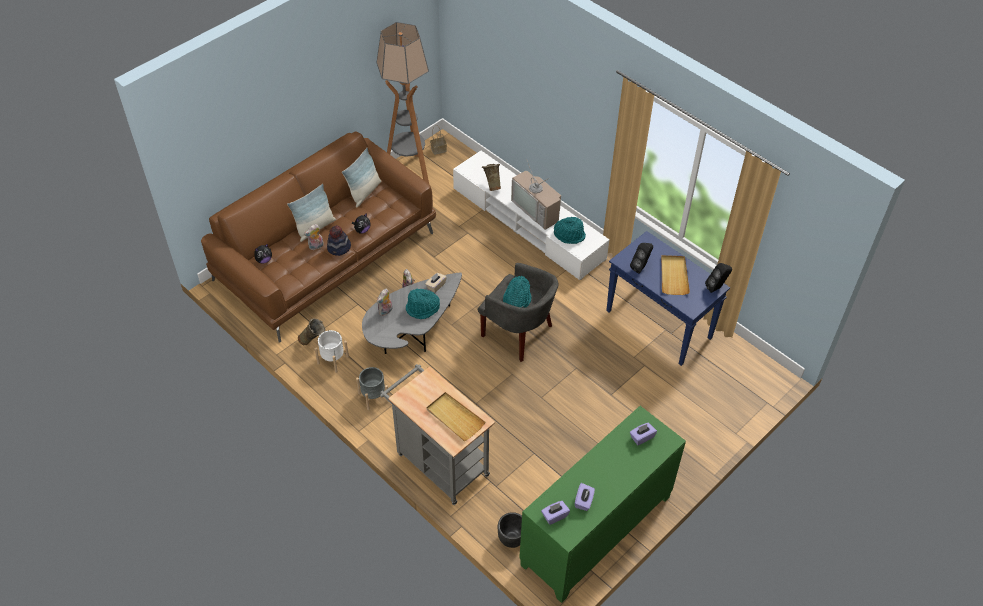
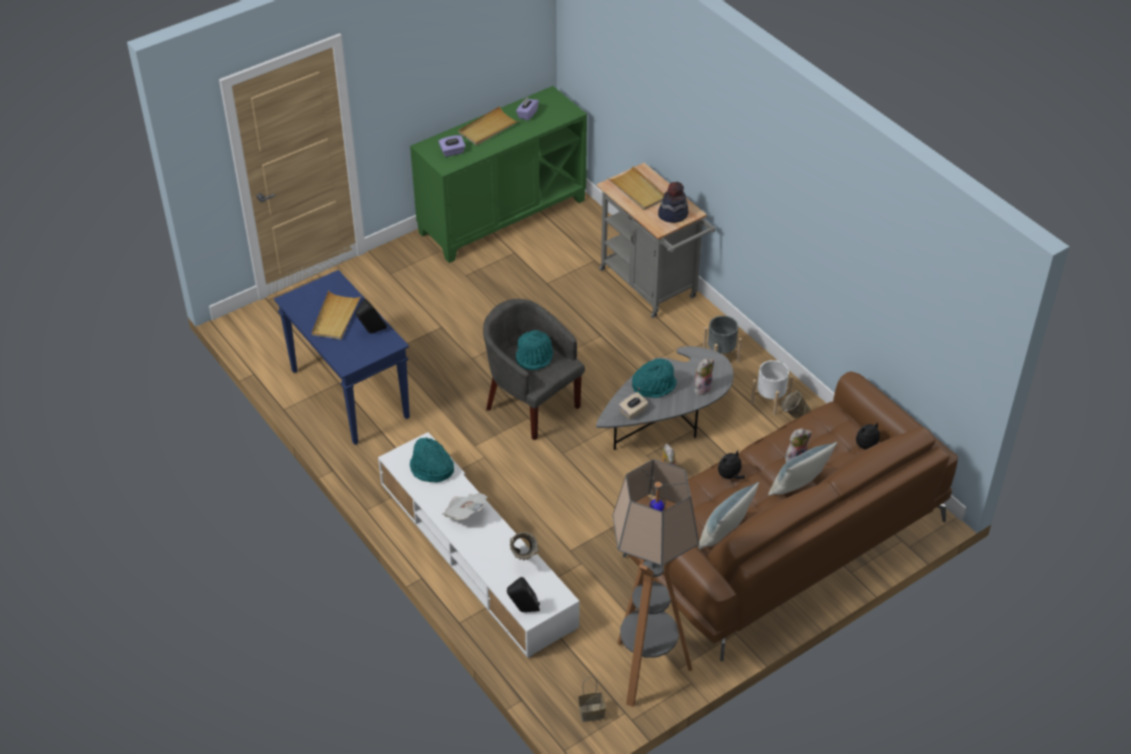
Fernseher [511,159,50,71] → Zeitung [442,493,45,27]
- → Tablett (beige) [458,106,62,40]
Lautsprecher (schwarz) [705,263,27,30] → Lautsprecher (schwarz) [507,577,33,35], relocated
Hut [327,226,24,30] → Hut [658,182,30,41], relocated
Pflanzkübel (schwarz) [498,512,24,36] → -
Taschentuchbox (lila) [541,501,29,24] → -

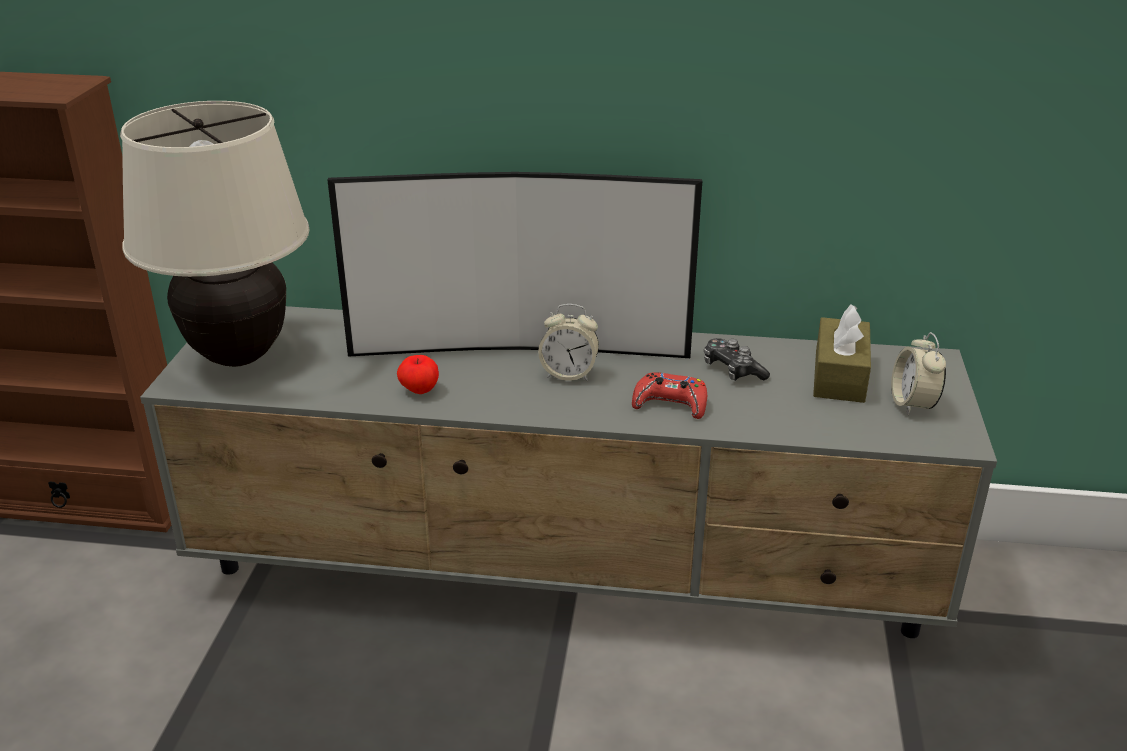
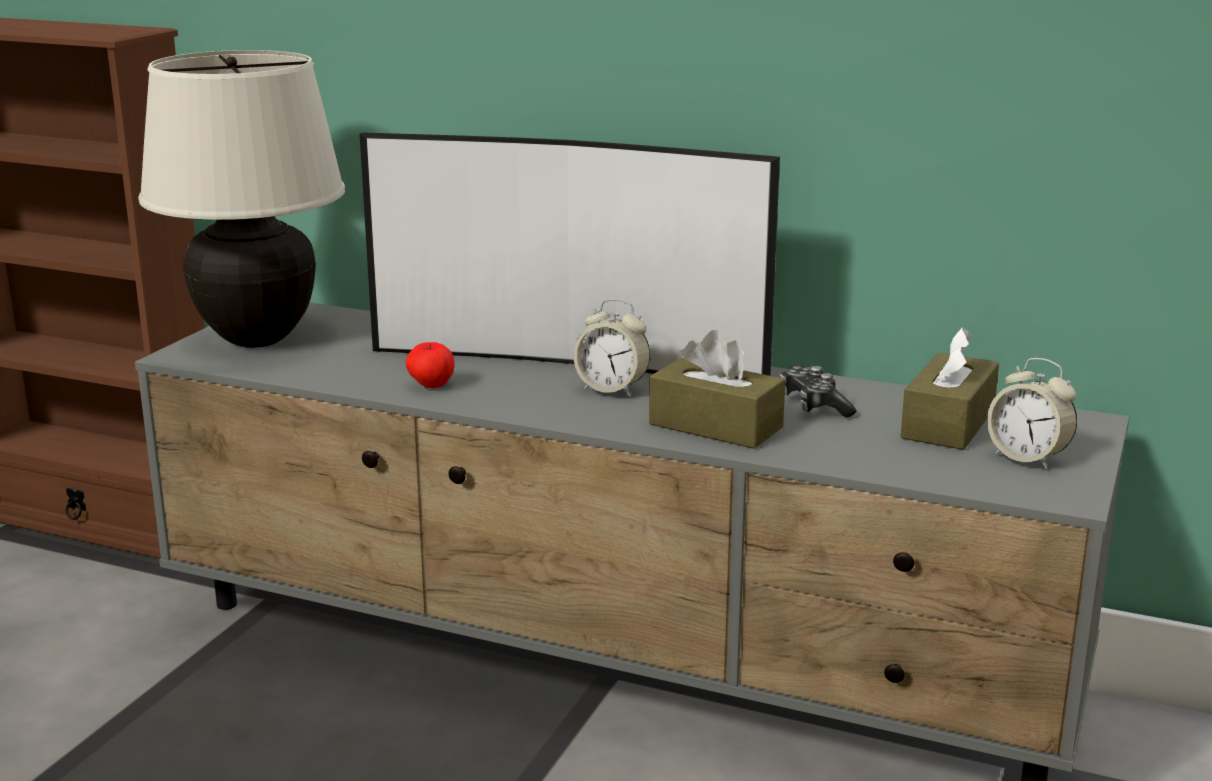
Gamepad (rot) [632,373,75,46] → Taschentuchbox (braun) [649,330,136,119]
Wecker [891,332,55,83] → Wecker [987,358,90,111], 60 degrees counterclockwise

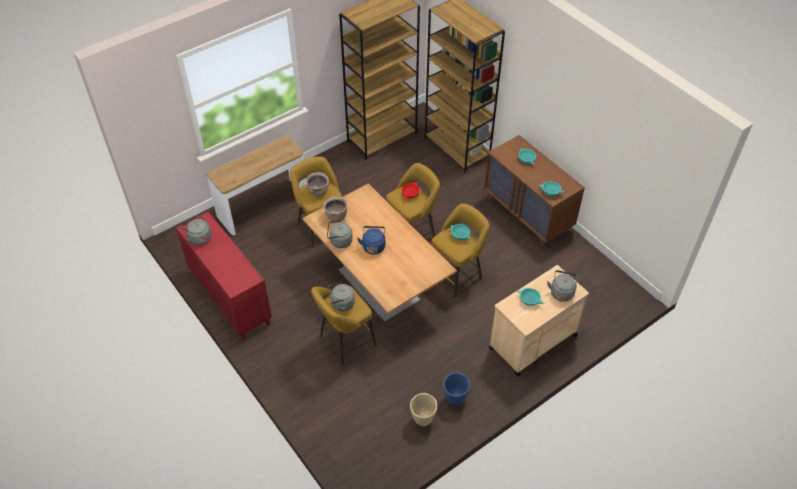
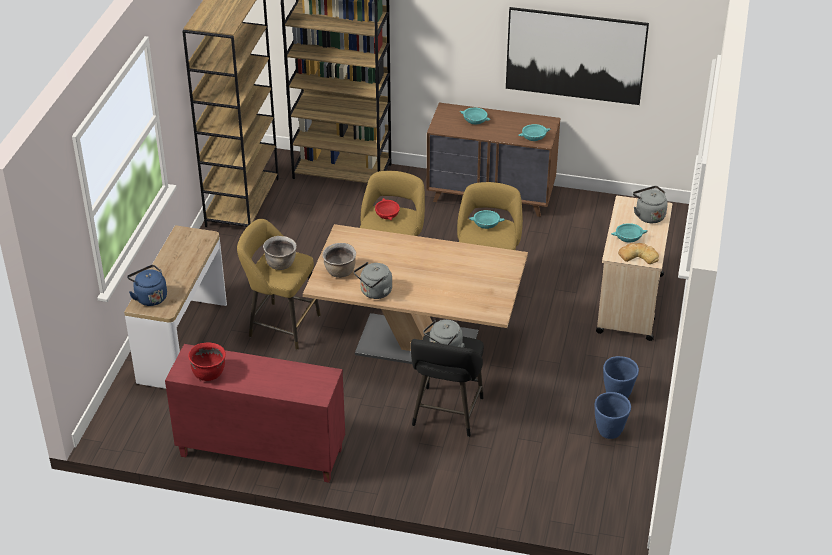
Wasserkessel (blau) [357,226,28,29] → Wasserkessel (blau) [127,265,40,41], relocated
Wasserkessel (grau) [181,215,30,30] → Kochtopf (rot) [188,342,38,39]
Hocker (gelb) [311,286,65,79] → Hocker (schwarz) [410,332,74,105]
- → Bild [506,7,143,98]
Pflanzkübel (beige) [410,393,27,33] → Pflanzkübel (blau) [594,392,37,47]
- → Brot [618,243,41,21]

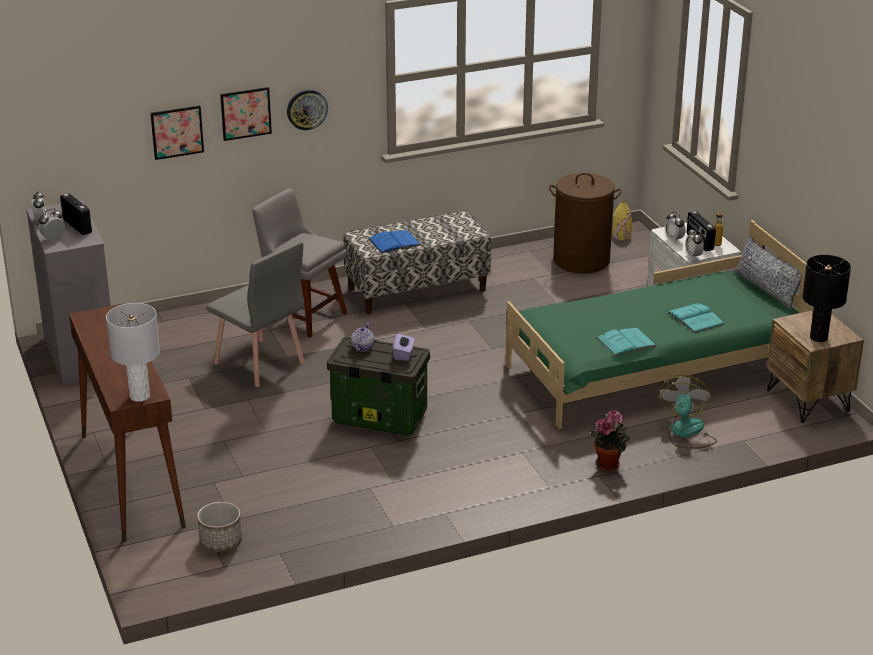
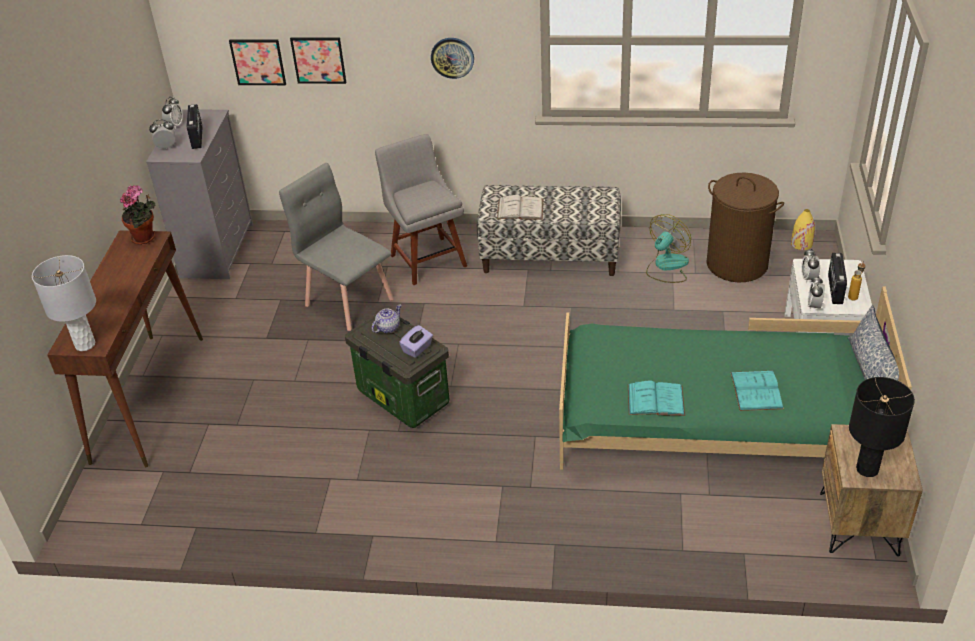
Topfpflanze [591,410,39,61] → Topfpflanze [120,185,35,60], relocated
Bild [220,87,52,54] → Bild [229,39,57,46], relocated
Stuhl (grau) [206,241,98,146] → Stuhl (grau) [279,163,115,168], 150 degrees clockwise
Buch (blau) [368,230,54,23] → Buch (weiß) [497,195,46,24]
Ventilator [659,375,58,74] → Ventilator [646,214,45,69], relocated
Pflanzkübel [197,502,45,50] → -

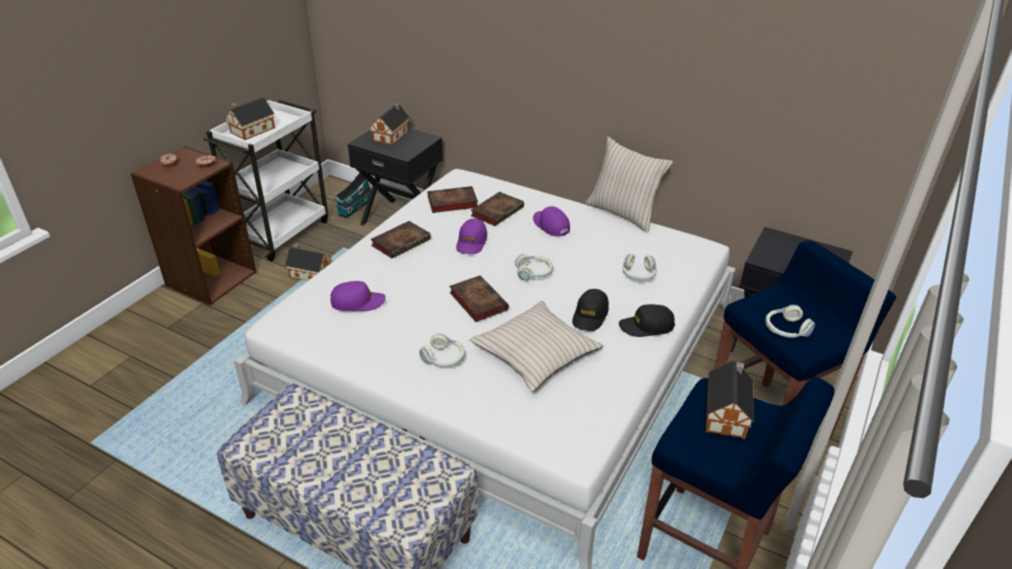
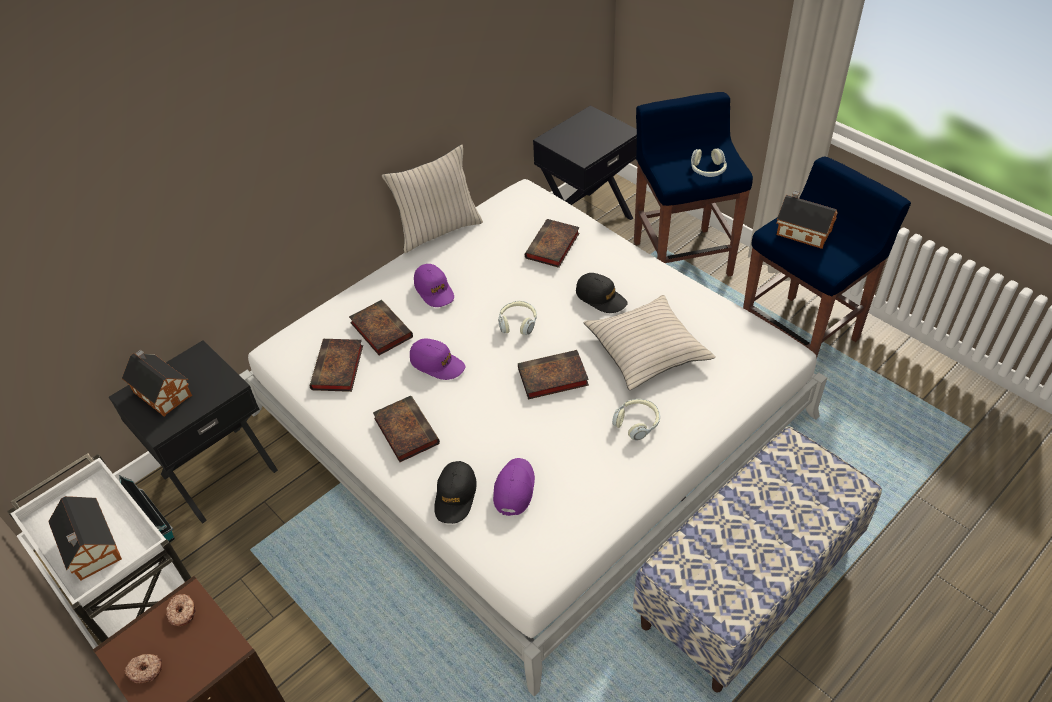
Kappe (lila) [533,206,37,31] → Kappe (lila) [414,264,40,43], 105 degrees counterclockwise
Kappe (schwarz) [619,304,56,33] → Kappe (schwarz) [434,461,43,63], relocated
Kopfhörer [623,254,34,27] → Buch [525,219,55,49]
Spielzeughaus [285,243,47,38] → -

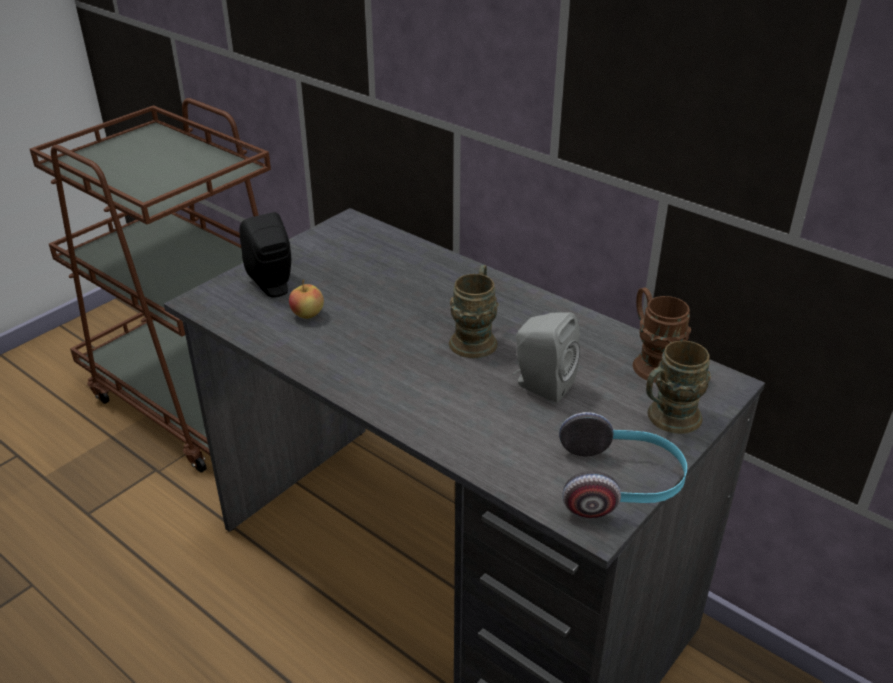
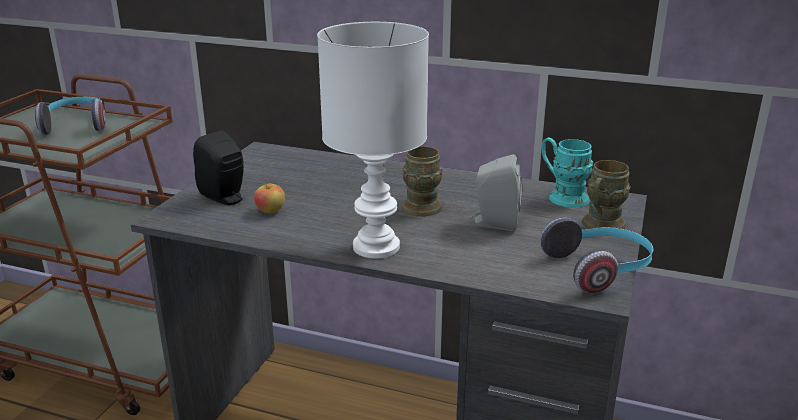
- → Kopfhörer [35,97,71,38]
- → Tischlampe (weiß) [317,22,112,237]
Henkelbecher (braun) [633,287,58,96] → Henkelbecher (türkis) [542,137,51,71]

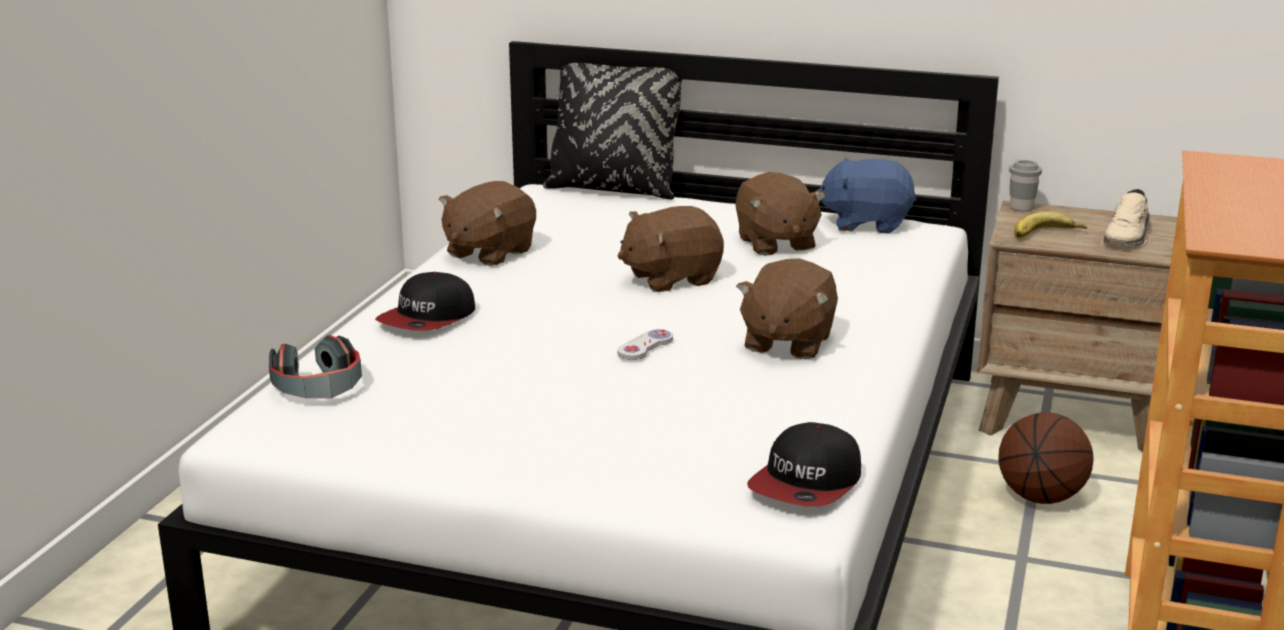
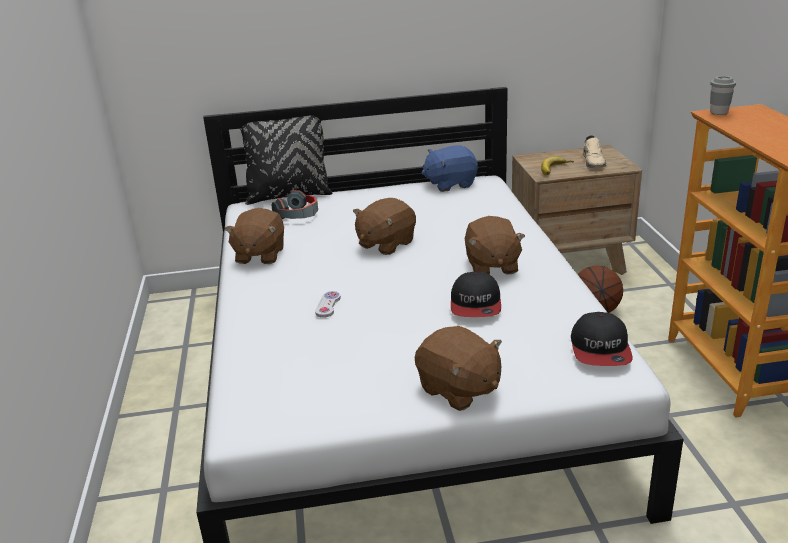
Kopfhörer [269,335,93,63] → Kopfhörer [271,190,47,29], relocated
Gamepad (weiß) [618,329,55,31] → Gamepad (weiß) [315,291,26,27], relocated
Plüschtier (braun) [735,172,91,84] → Plüschtier (braun) [415,326,87,85], relocated
Kappe [375,272,100,59] → Kappe [451,272,50,45], relocated
Tasse (grau) [1009,160,33,52] → Tasse (grau) [710,76,26,39], relocated

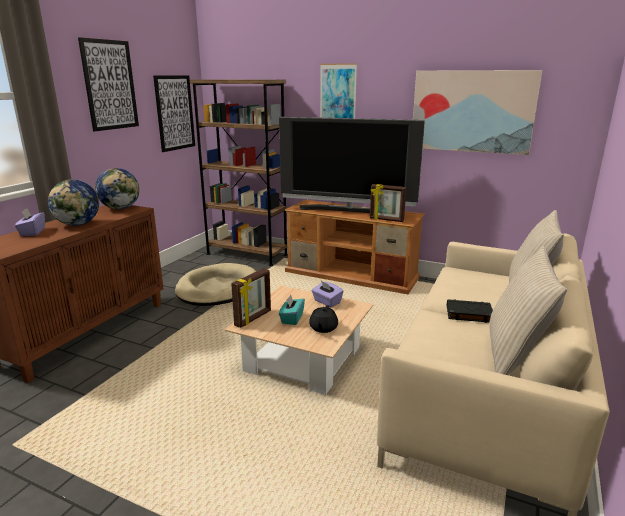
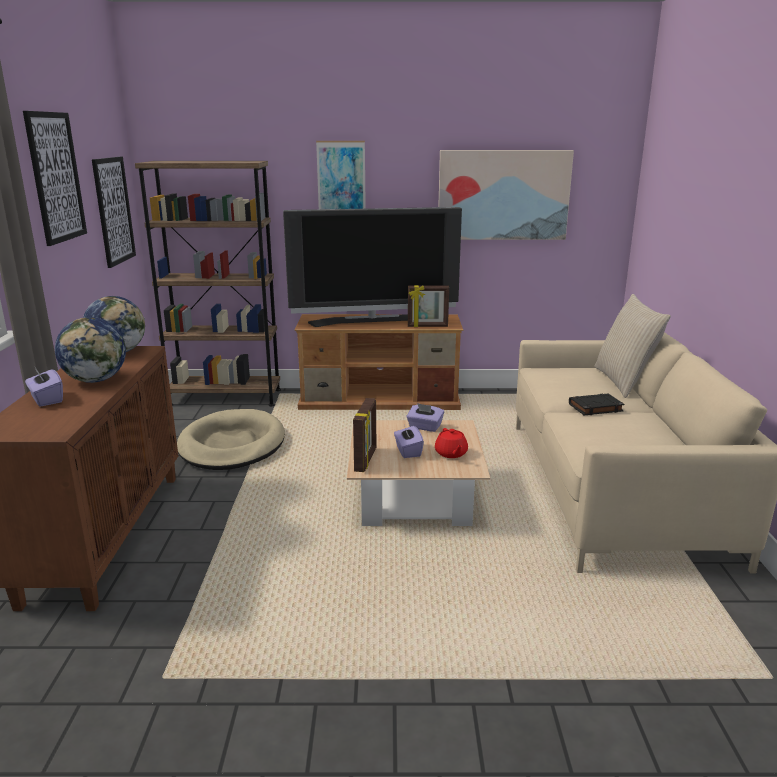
Taschentuchbox (türkis) [279,295,26,30] → Taschentuchbox (lila) [394,425,30,33]
Teekanne (schwarz) [309,305,29,28] → Teekanne (rot) [435,428,33,30]
Kissen (beige) [489,246,78,129] → -

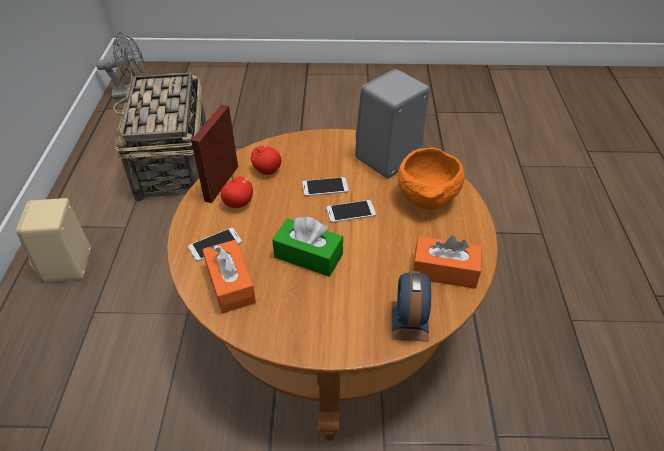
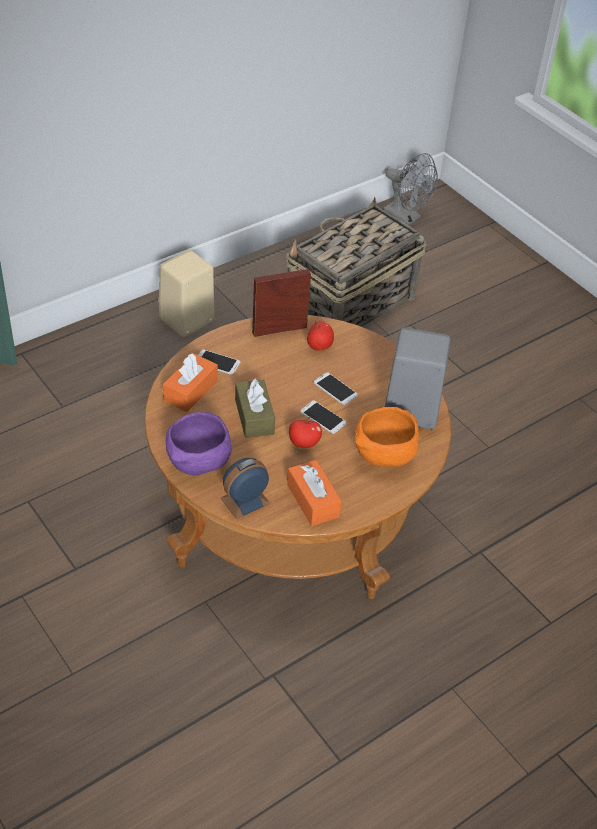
- → Schüssel (lila) [166,412,66,63]
Taschentuchbox (grün) [272,217,71,60] → Taschentuchbox (braun) [235,378,40,60]
Apfel [221,175,32,33] → Apfel [289,417,33,31], relocated

